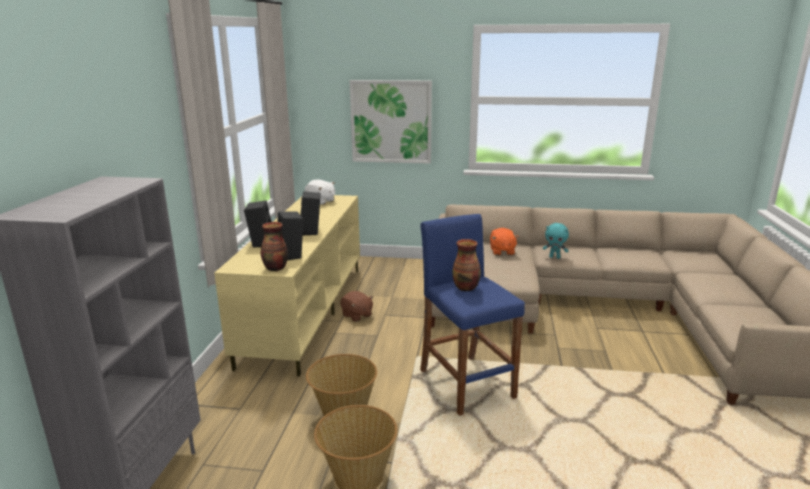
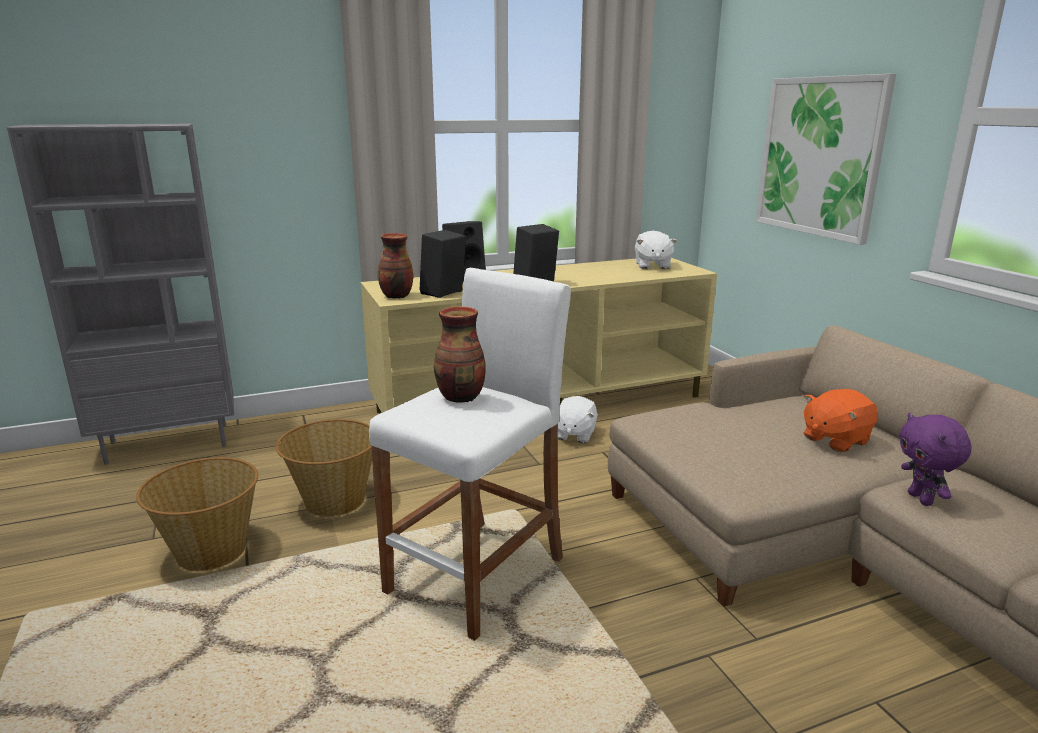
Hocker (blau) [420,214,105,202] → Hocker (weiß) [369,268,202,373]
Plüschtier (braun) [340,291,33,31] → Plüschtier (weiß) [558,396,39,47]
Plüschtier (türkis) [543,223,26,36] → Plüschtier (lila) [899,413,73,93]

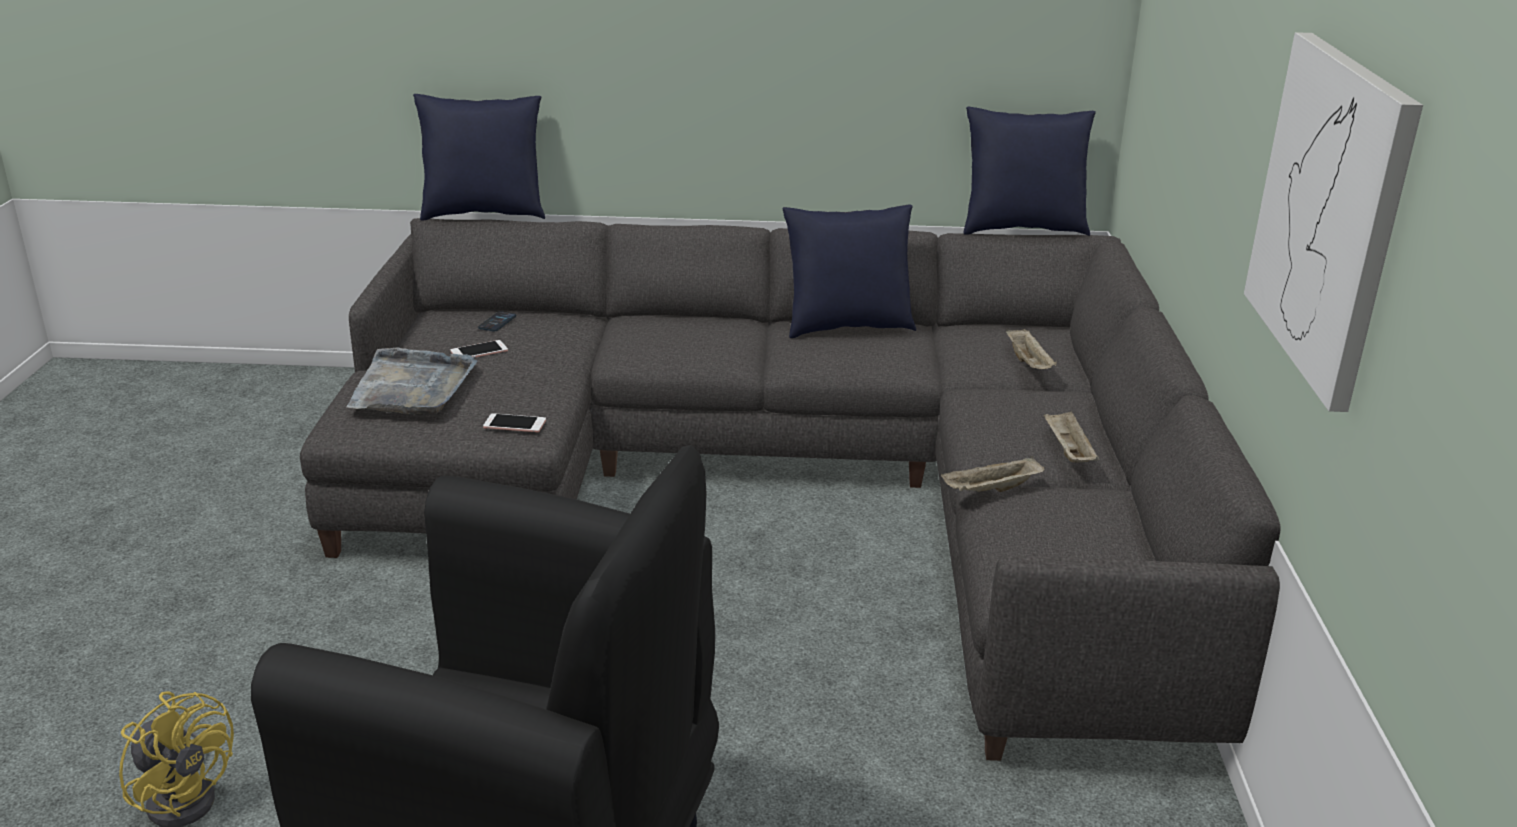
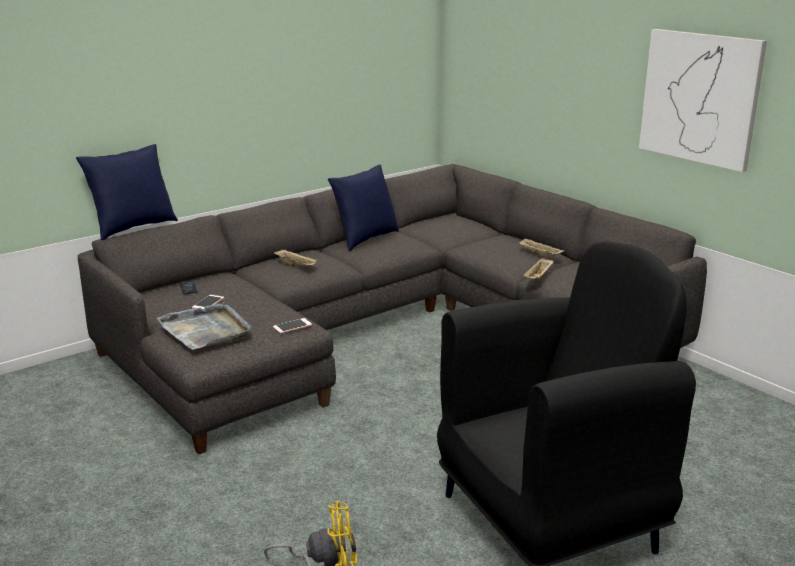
Tablett (beige) [1006,328,51,41] → Tablett (beige) [274,250,44,17], relocated
Kissen (blau) [963,107,133,129] → -

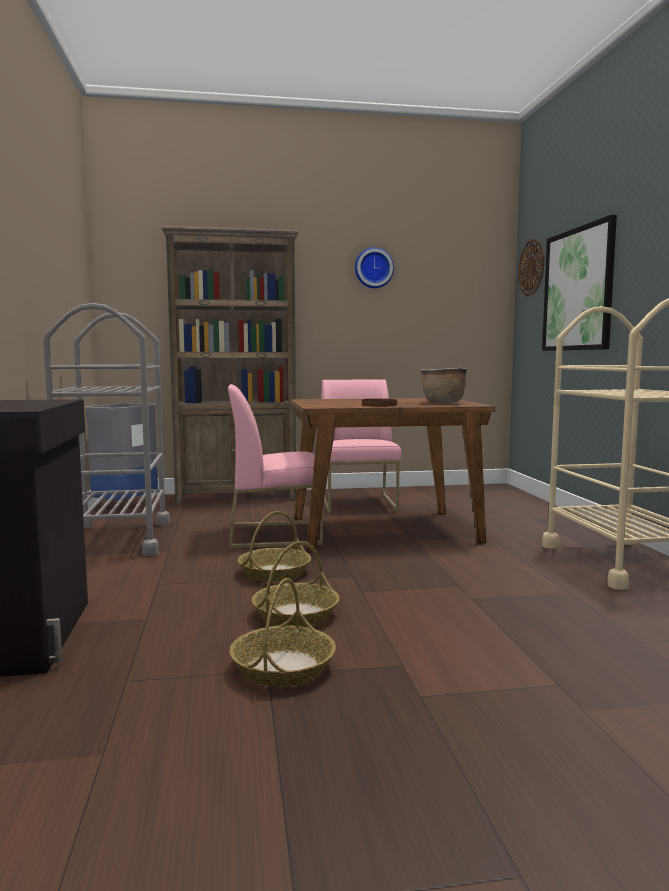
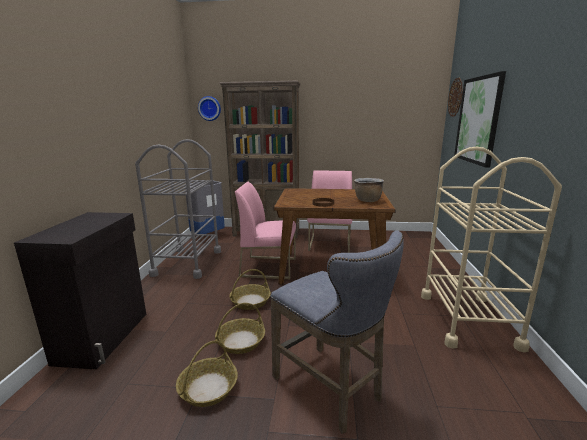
Wanduhr [355,247,39,41] → Wanduhr [198,96,23,25], relocated
- → Hocker (grau) [270,231,134,203]

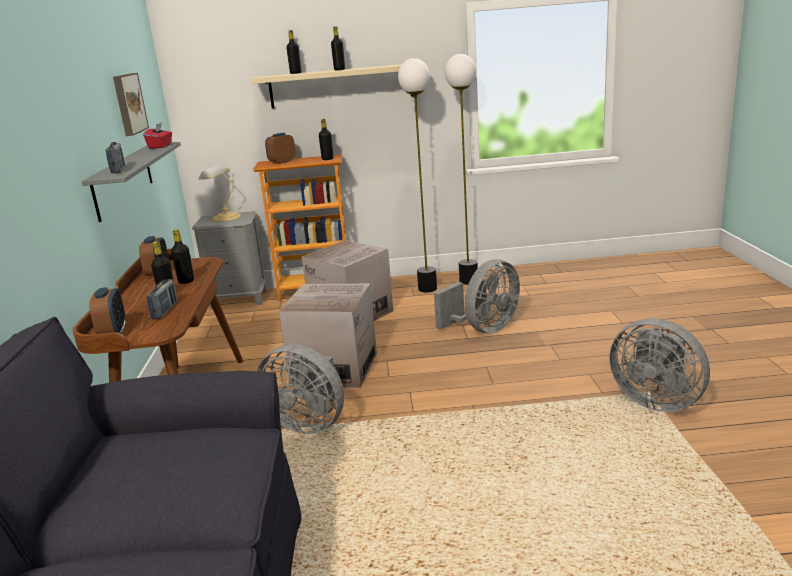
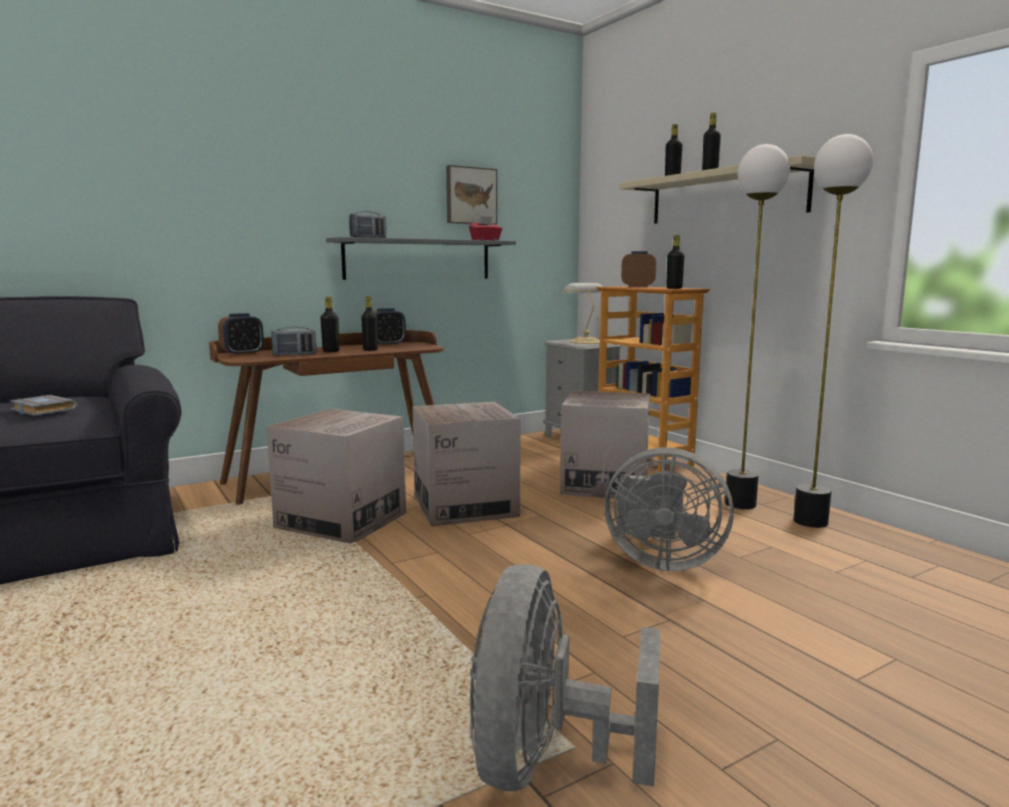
- → Buch (grau) [9,395,69,21]
Ventilator (grau) [257,344,87,90] → Karton [267,409,139,135]

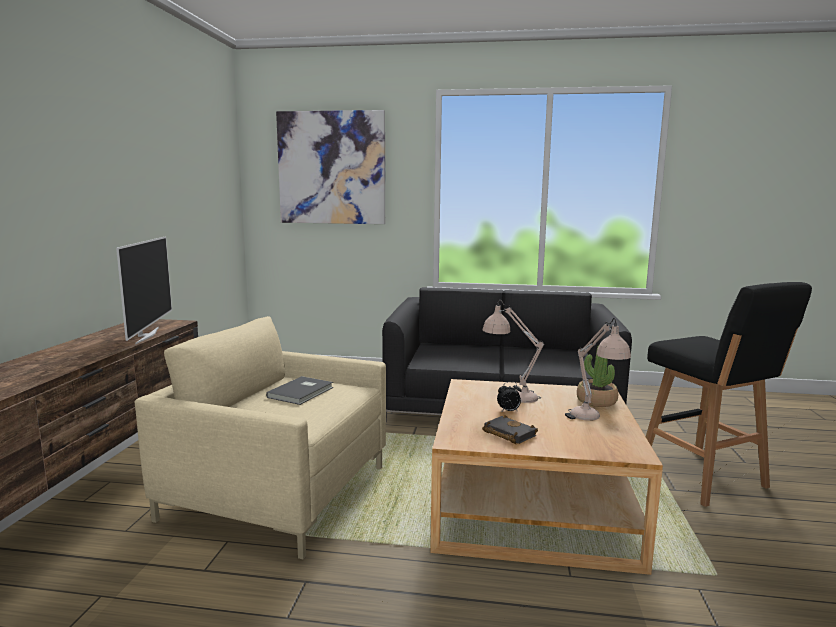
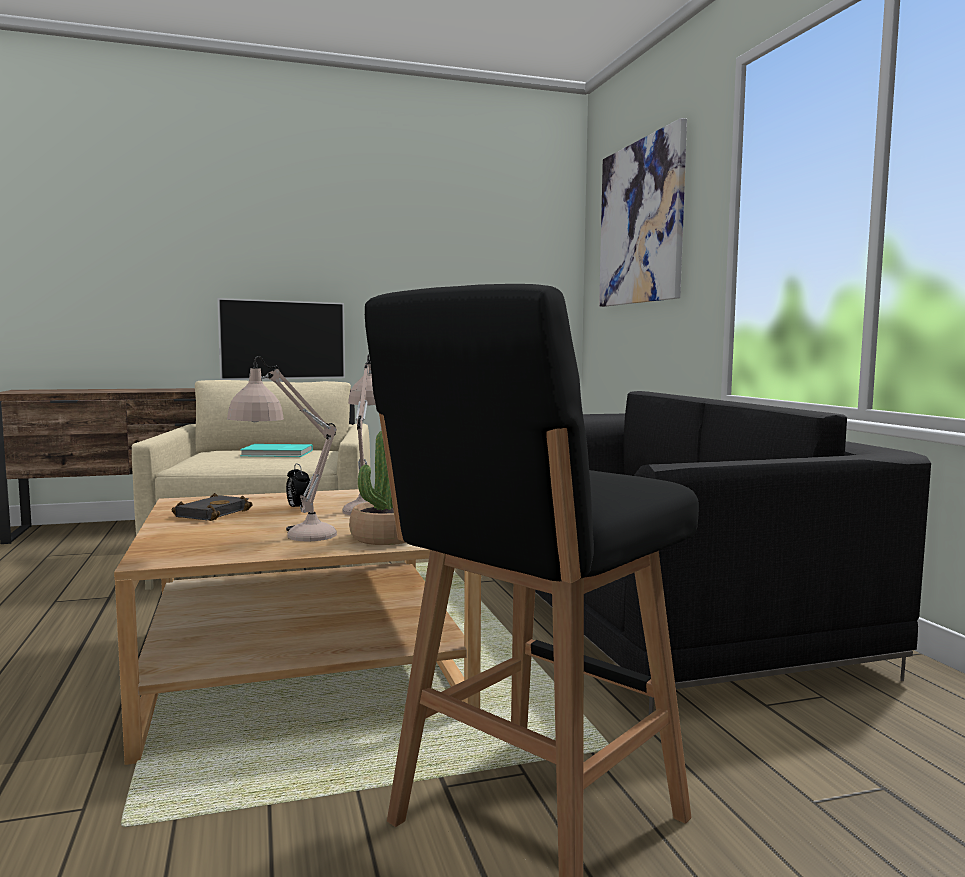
Buch (grau) [266,376,67,29] → Buch (türkis) [240,444,73,13]

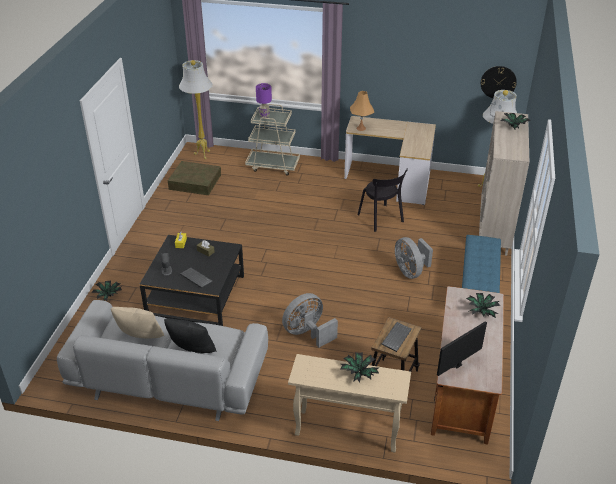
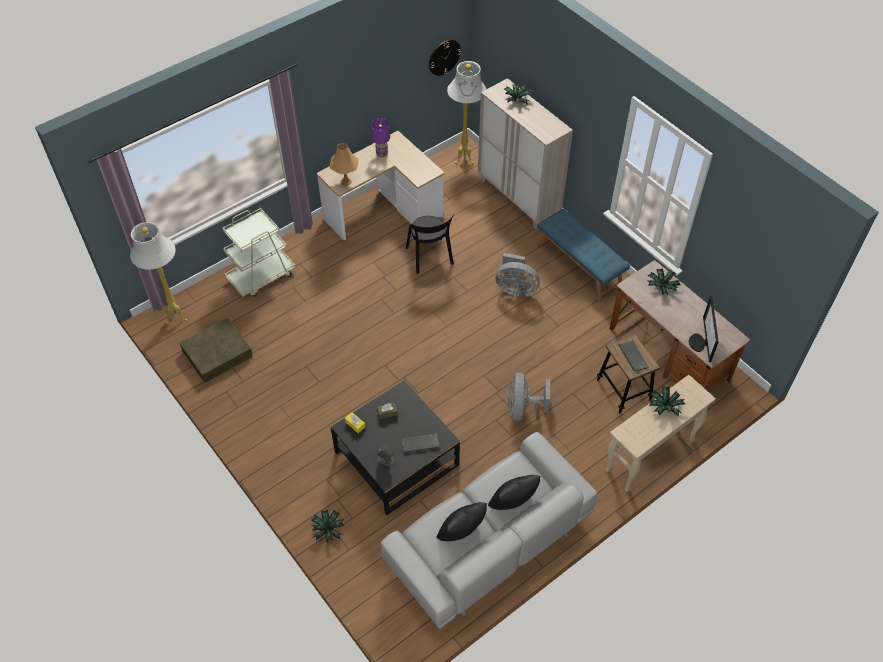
Tischlampe (lila) [256,83,16,35] → Tischlampe (lila) [371,118,19,39], relocated
Stuhl (schwarz) [358,168,50,64] → Stuhl (schwarz) [406,213,49,61], 60 degrees clockwise
Kissen (beige) [111,307,53,32] → Kissen (schwarz) [437,502,50,39]

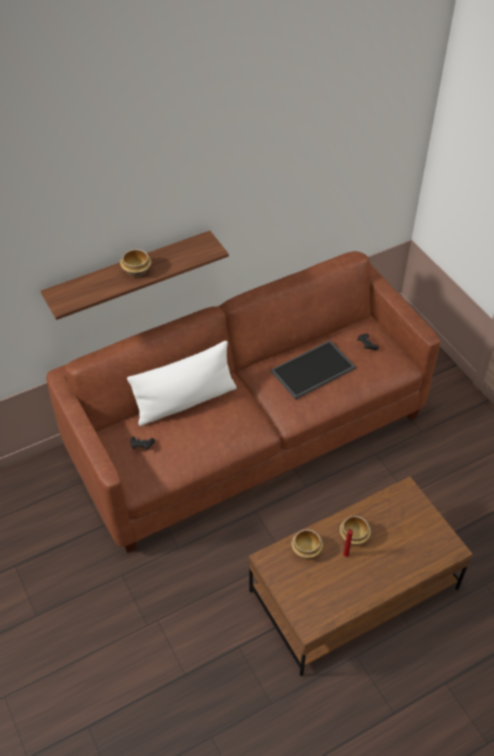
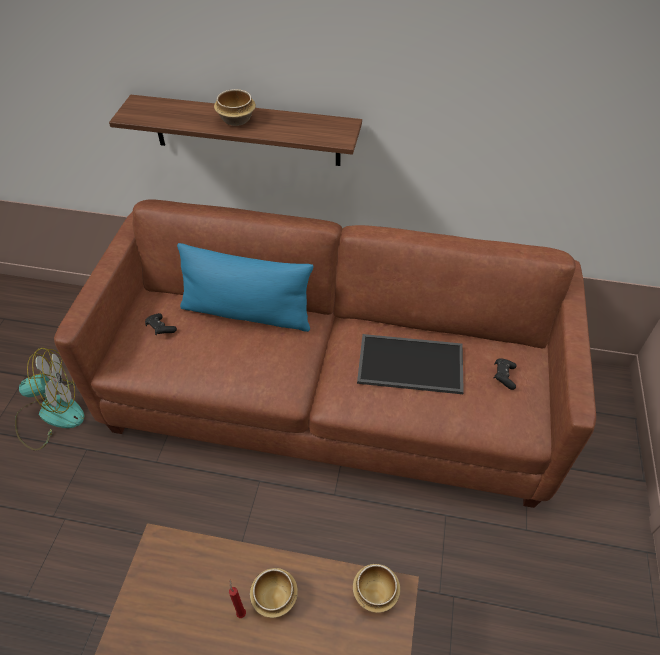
- → Ventilator [15,348,69,103]
Kissen (weiß) [127,341,110,85] → Kissen (blau) [177,243,136,89]
Schüssel [291,530,32,29] → Schüssel [353,564,47,49], relocated

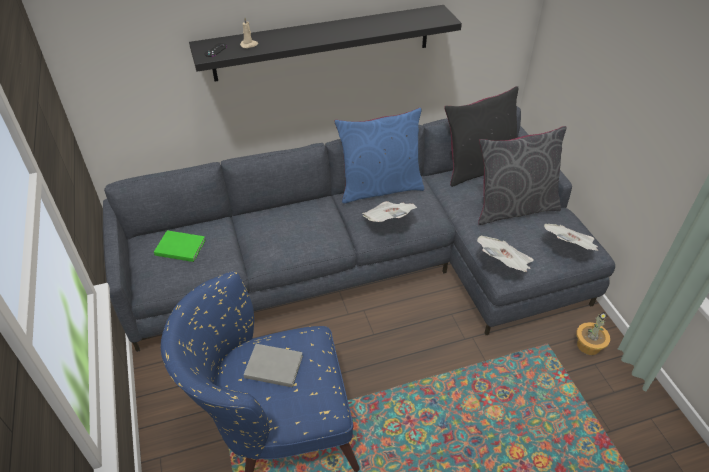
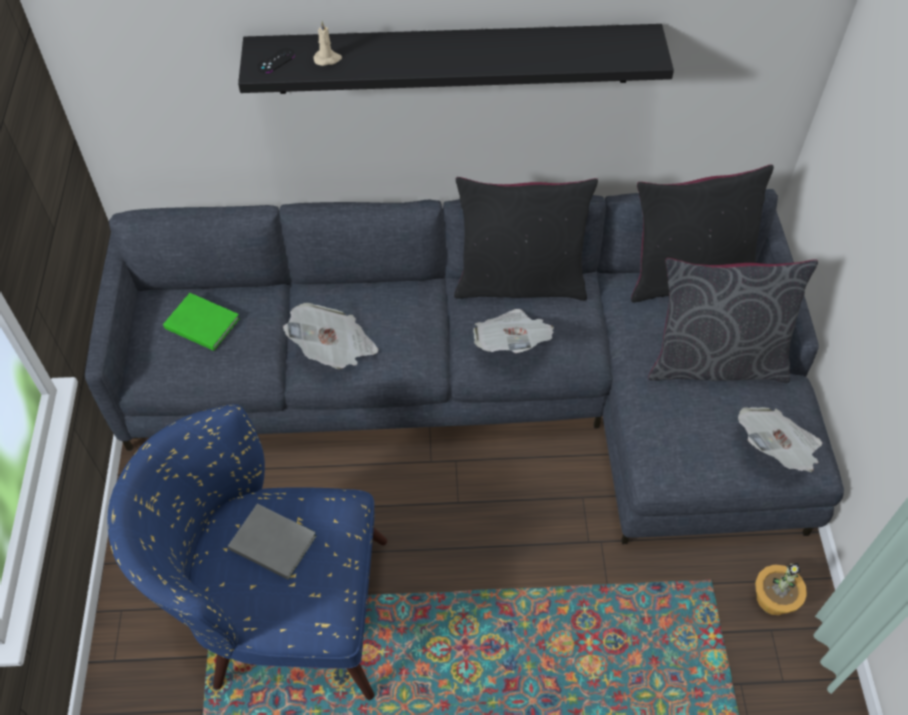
Zeitung [477,236,57,36] → Zeitung [283,303,95,66], relocated
Kissen (blau) [334,108,90,96] → Kissen (schwarz) [454,177,144,124]

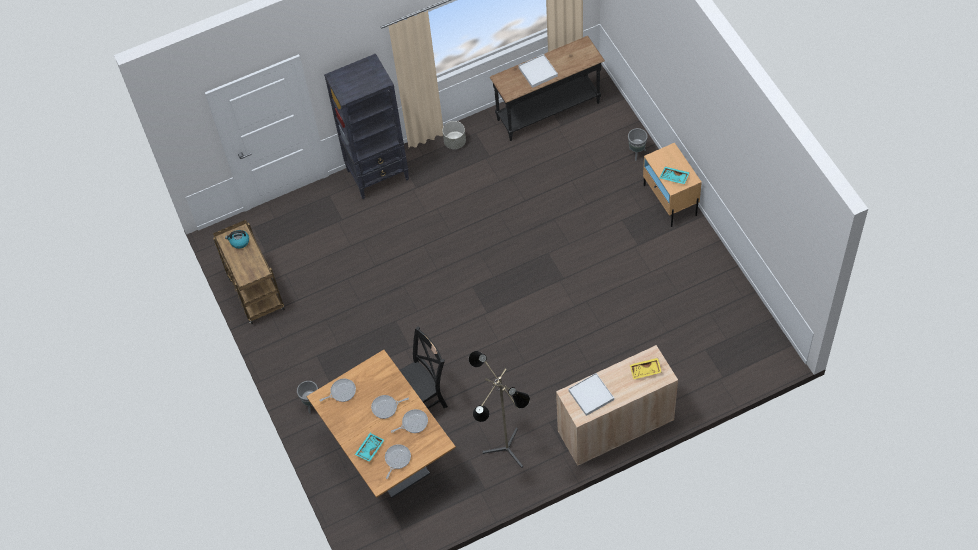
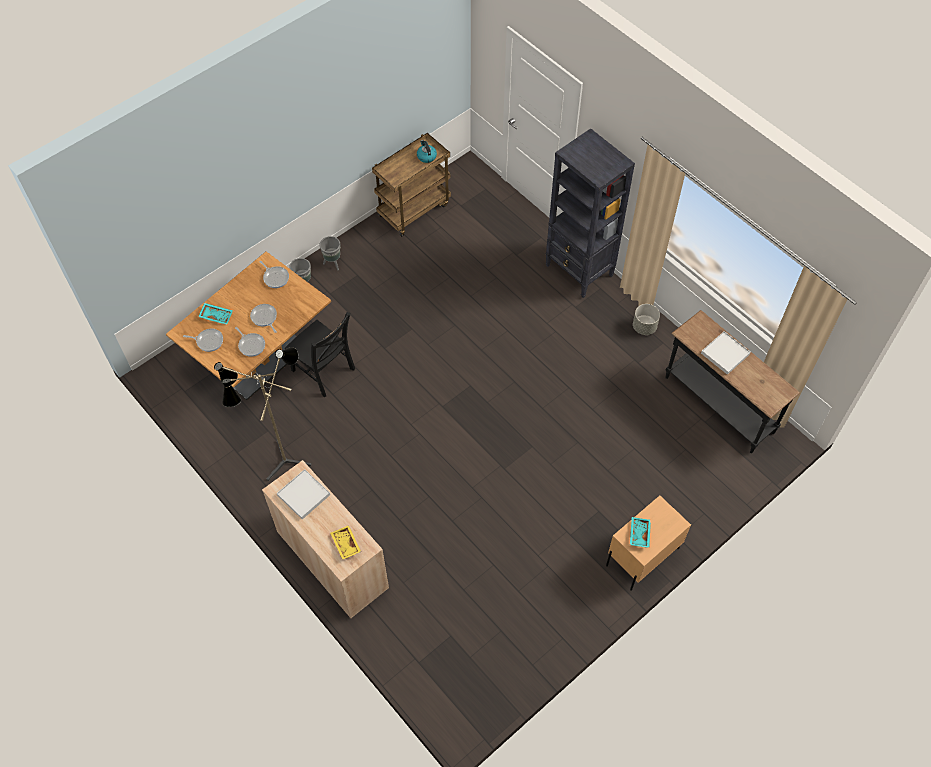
Pflanzkübel (grau) [628,128,20,33] → Pflanzkübel (grau) [320,236,20,34], relocated

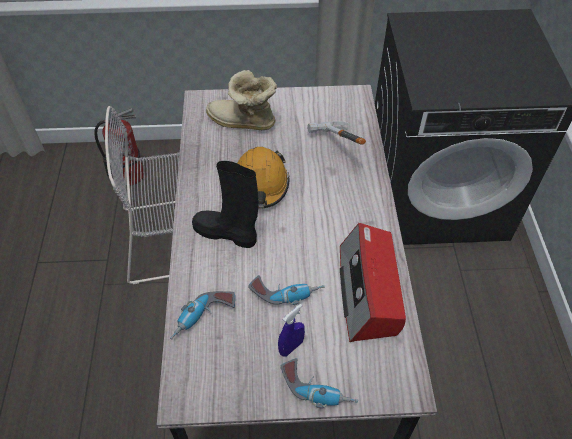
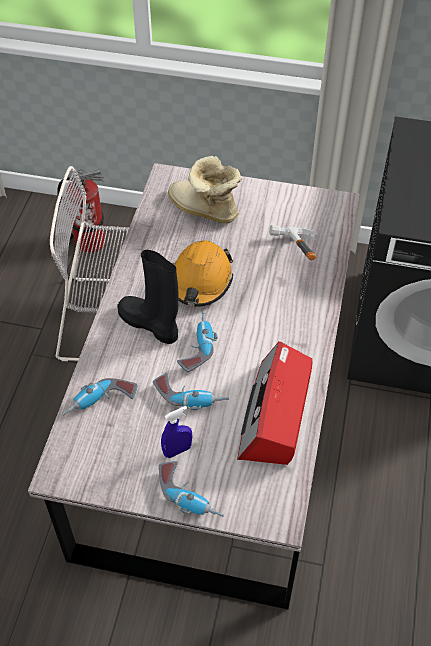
- → Bohrmaschine [177,311,41,61]

